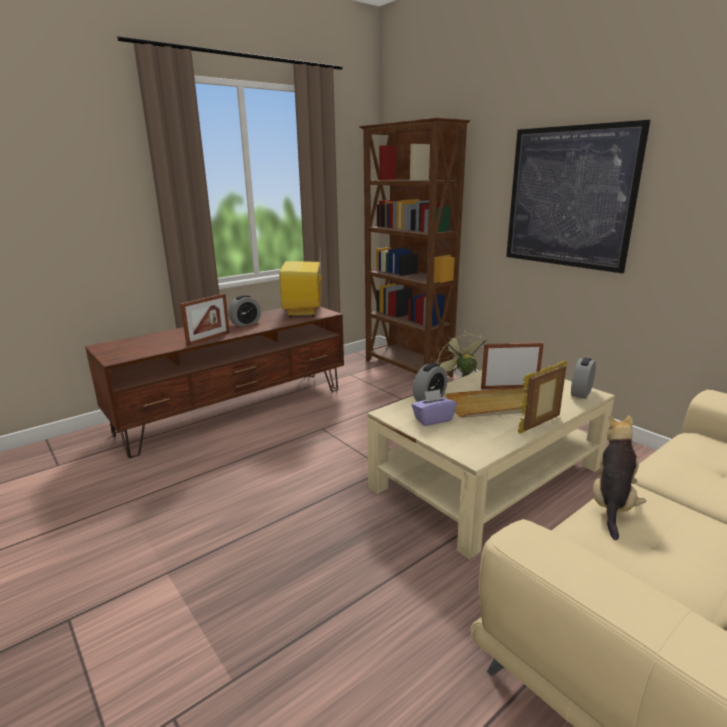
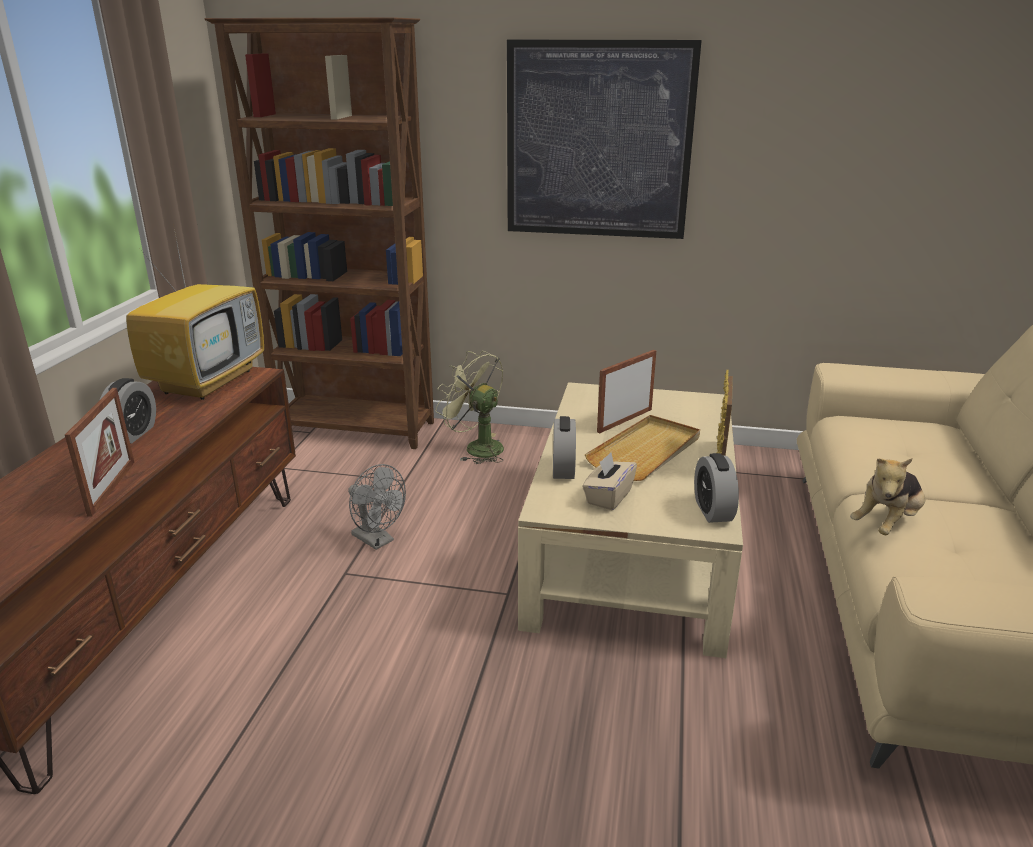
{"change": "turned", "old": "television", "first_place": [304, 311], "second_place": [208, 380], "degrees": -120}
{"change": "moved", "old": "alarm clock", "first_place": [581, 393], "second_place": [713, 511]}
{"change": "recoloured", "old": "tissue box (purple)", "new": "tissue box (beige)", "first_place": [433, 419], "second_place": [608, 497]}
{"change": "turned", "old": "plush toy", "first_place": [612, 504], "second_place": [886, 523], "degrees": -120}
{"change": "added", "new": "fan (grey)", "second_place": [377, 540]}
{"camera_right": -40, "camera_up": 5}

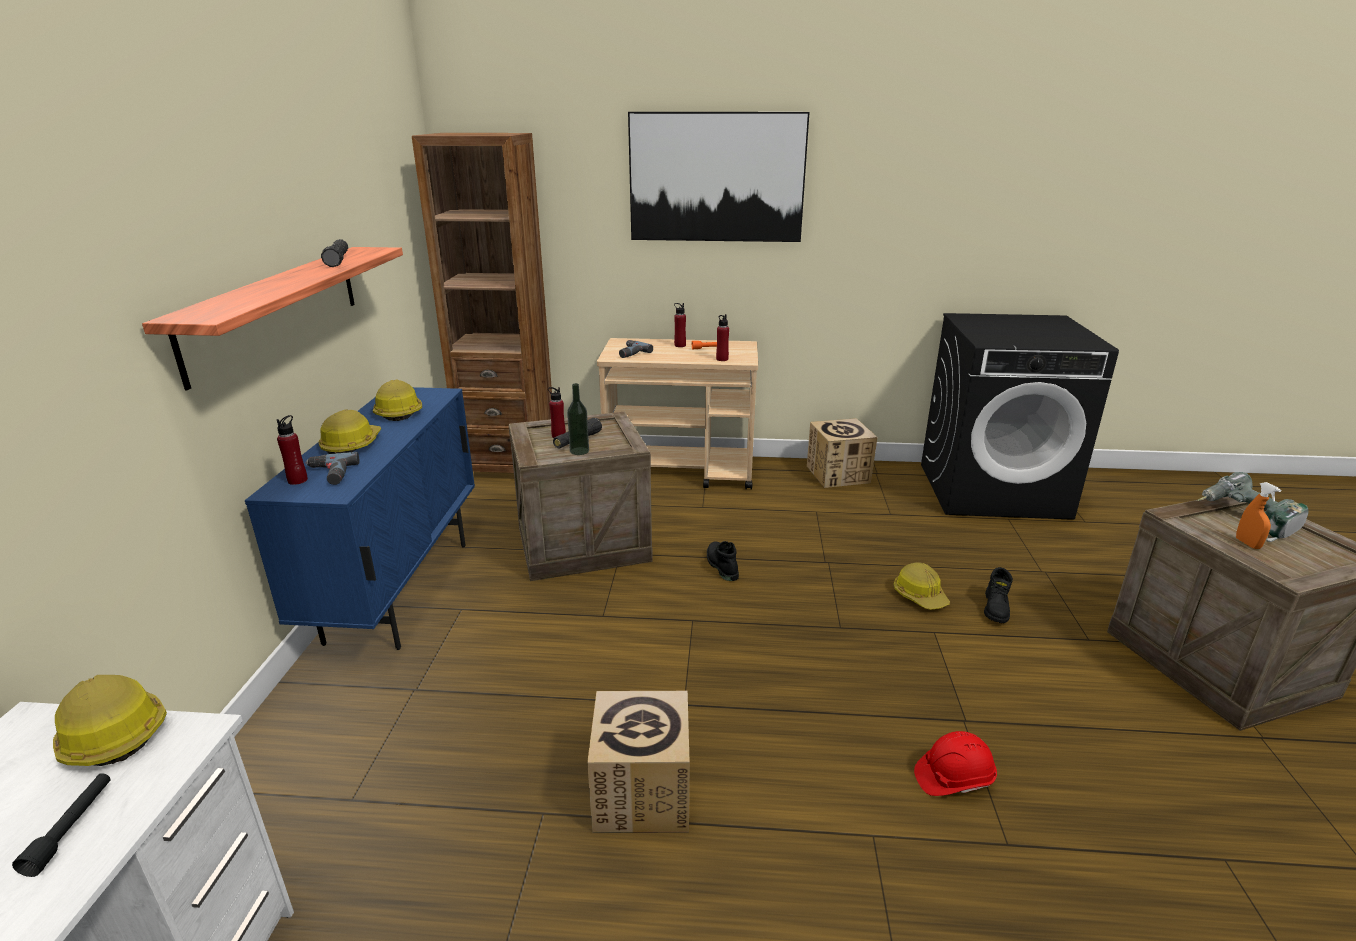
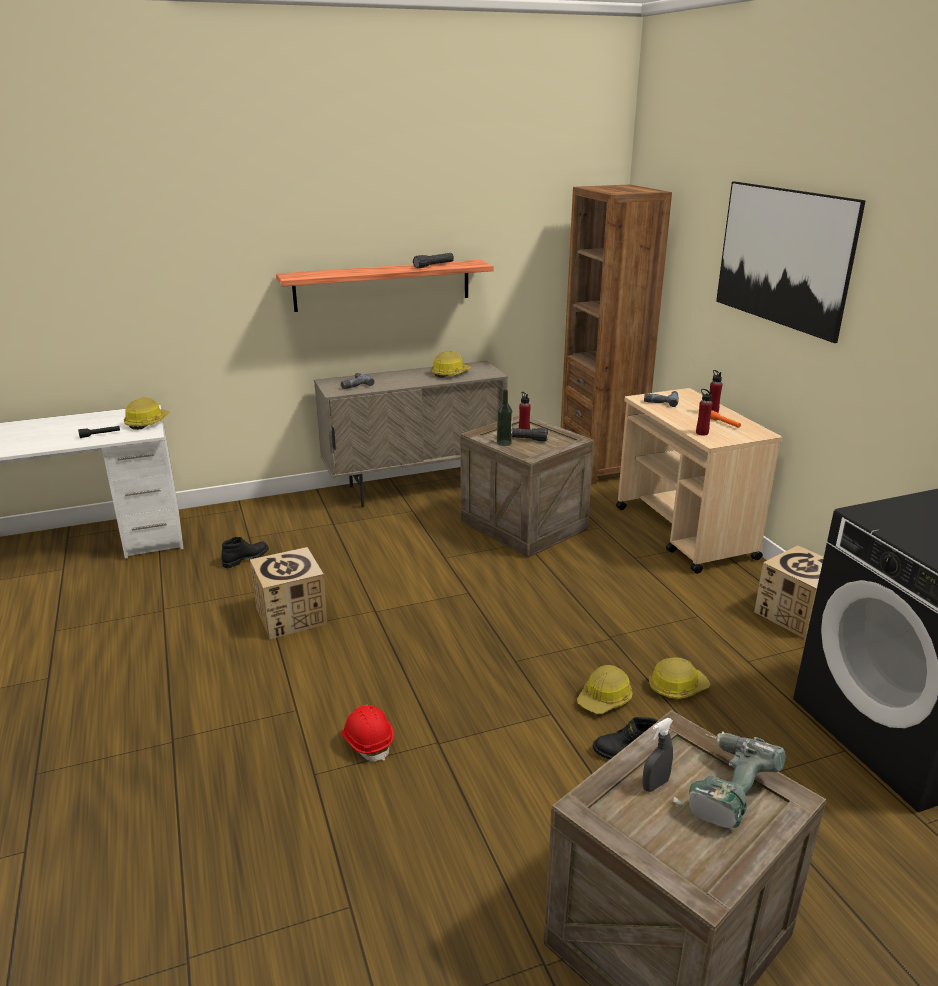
{"change": "recoloured", "old": "cabinet (blue)", "new": "cabinet (beige)", "first_place": [401, 590], "second_place": [415, 487]}
{"change": "moved", "old": "hard hat", "first_place": [351, 445], "second_place": [677, 687]}
{"change": "removed", "old": "bottle (red)", "first_place": [298, 480]}
{"change": "recoloured", "old": "spray bottle (orange)", "new": "spray bottle (grey)", "first_place": [1247, 543], "second_place": [655, 785]}
{"change": "moved", "old": "boot (black)", "first_place": [721, 566], "second_place": [245, 558]}
{"camera_right": 65, "camera_up": 0}

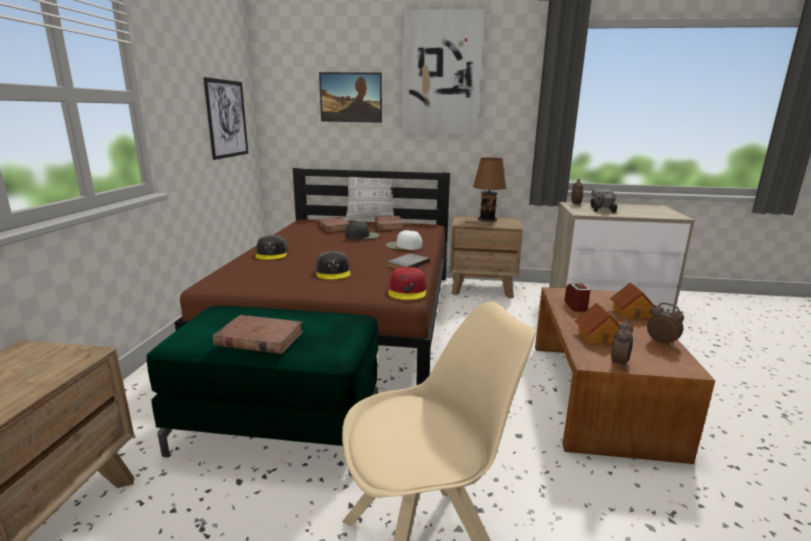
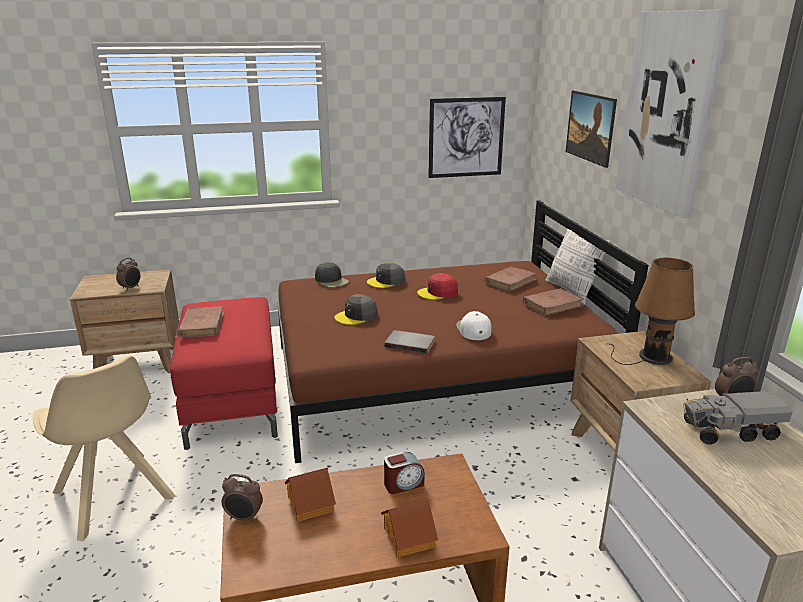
{"change": "moved", "old": "cap (black)", "first_place": [362, 236], "second_place": [331, 281]}
{"change": "moved", "old": "cap (red)", "first_place": [407, 291], "second_place": [438, 293]}
{"change": "moved", "old": "alarm clock", "first_place": [661, 342], "second_place": [131, 288]}
{"change": "recoloured", "old": "ottoman (green)", "new": "ottoman (red)", "first_place": [280, 428], "second_place": [233, 402]}
{"camera_right": 70, "camera_up": 5}

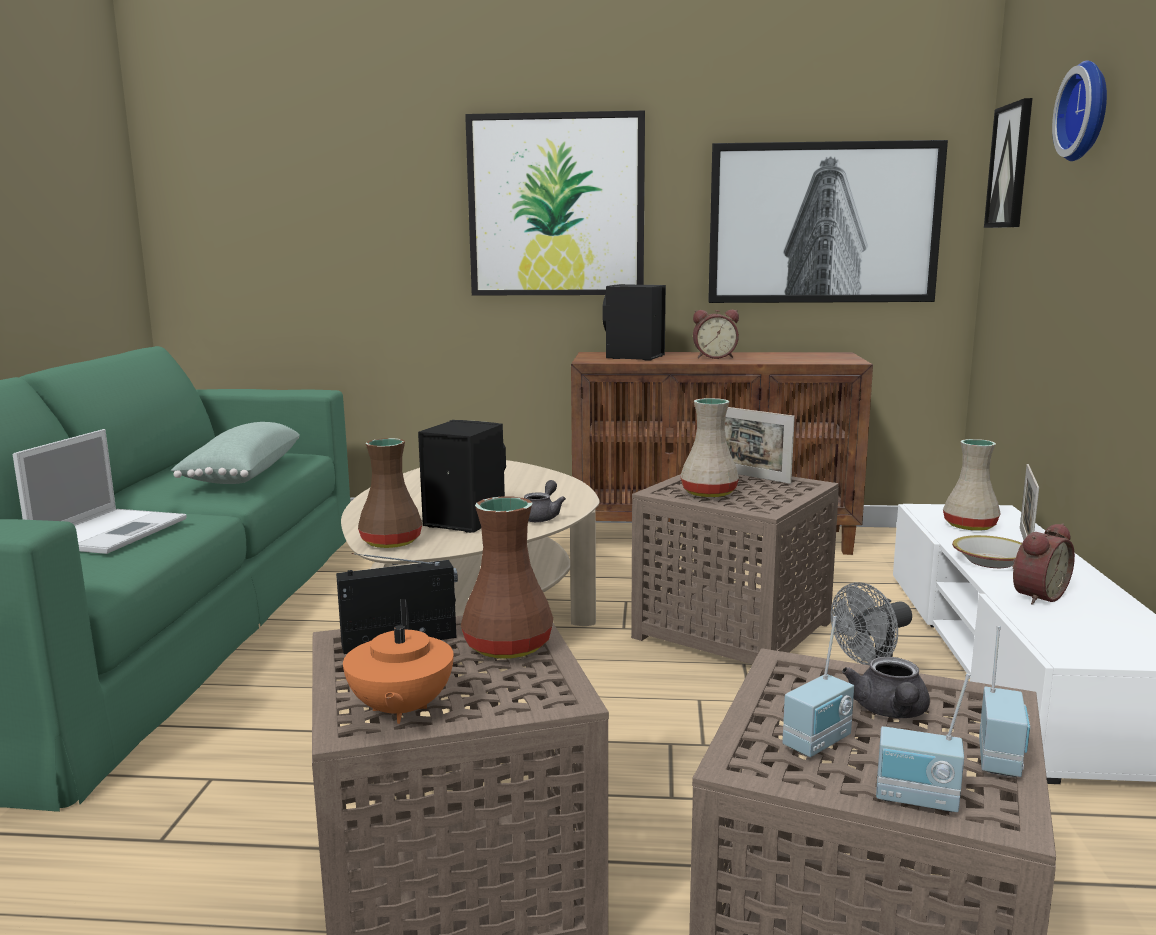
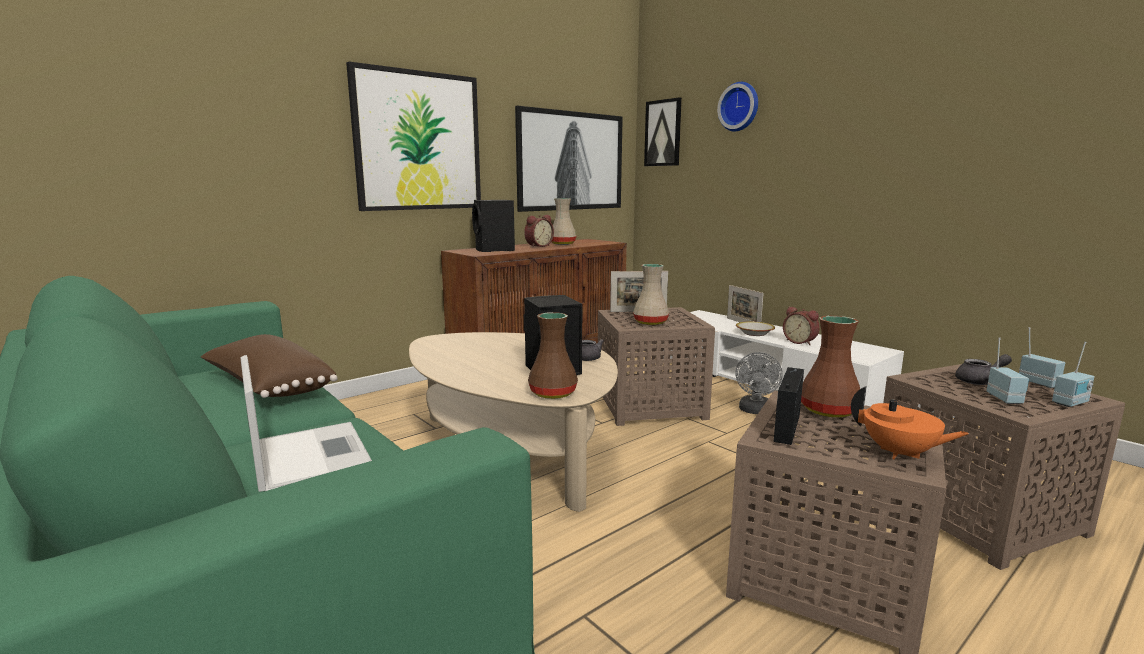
{"change": "recoloured", "old": "pillow (green)", "new": "pillow (brown)", "first_place": [241, 474], "second_place": [268, 387]}
{"change": "moved", "old": "vase (beige)", "first_place": [971, 526], "second_place": [563, 244]}
{"change": "turned", "old": "alarm clock", "first_place": [1036, 595], "second_place": [800, 342], "degrees": 135}
{"change": "turned", "old": "teapot (grey)", "first_place": [890, 712], "second_place": [981, 381], "degrees": -60}
{"camera_right": -45, "camera_up": 0}

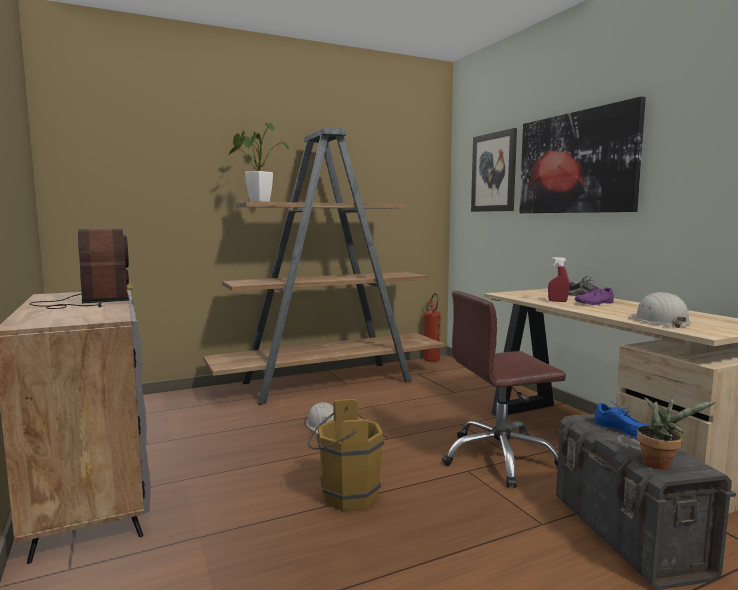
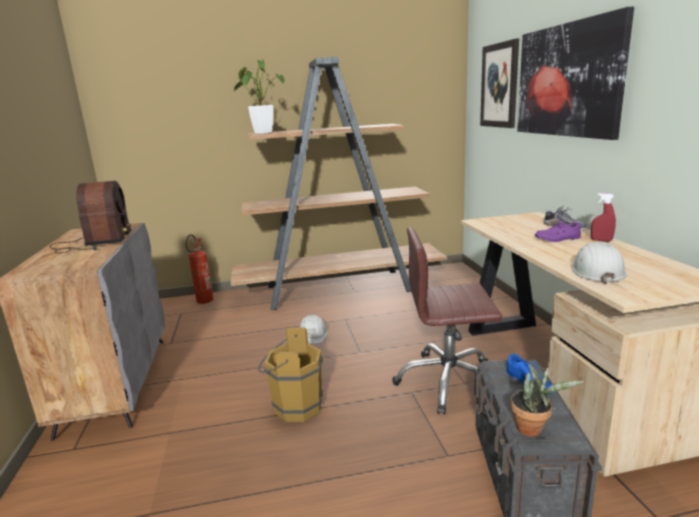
{"change": "moved", "old": "spray bottle (red)", "first_place": [557, 301], "second_place": [601, 240]}
{"change": "moved", "old": "fire extinguisher", "first_place": [432, 361], "second_place": [203, 302]}
{"camera_right": 15, "camera_up": 10}

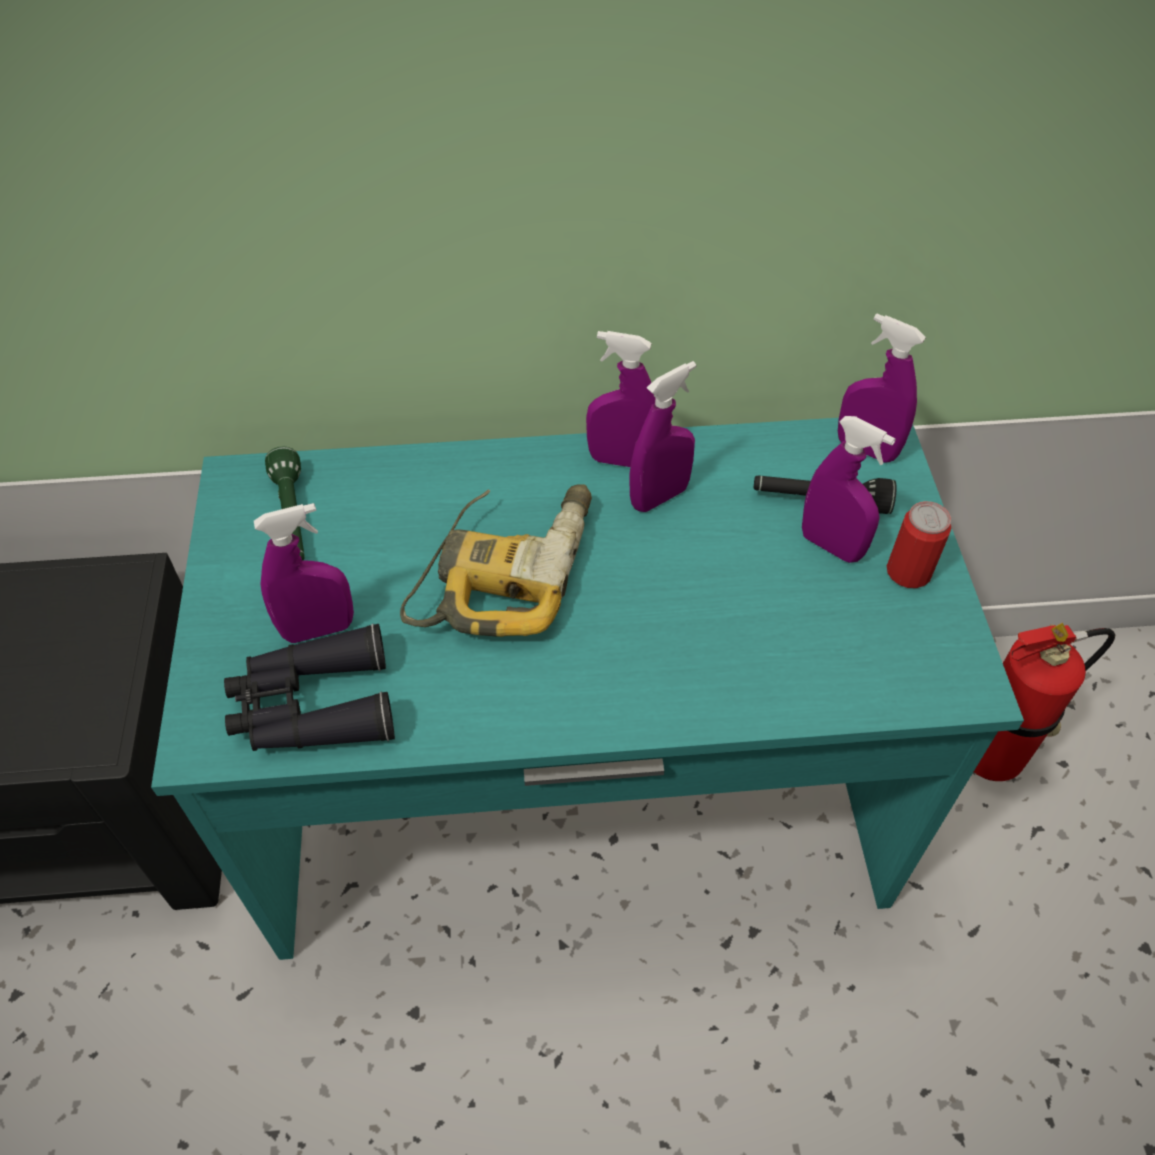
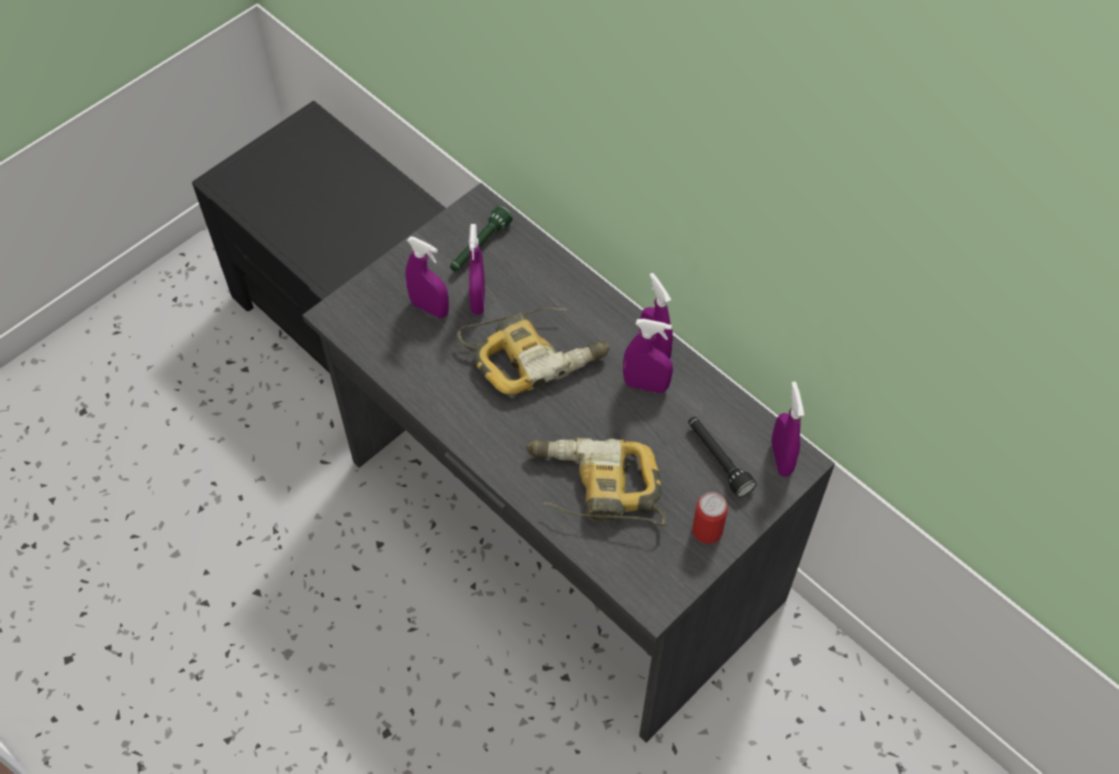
{"change": "moved", "old": "spray bottle (purple)", "first_place": [831, 546], "second_place": [478, 300]}
{"change": "recoloured", "old": "desk (turquoise)", "new": "desk (grey)", "first_place": [577, 805], "second_place": [559, 532]}
{"change": "removed", "old": "fire extinguisher", "first_place": [995, 756]}
{"change": "removed", "old": "binoculars (black)", "first_place": [312, 706]}
{"change": "added", "new": "power drill", "second_place": [594, 489]}
{"camera_right": 50, "camera_up": 5}

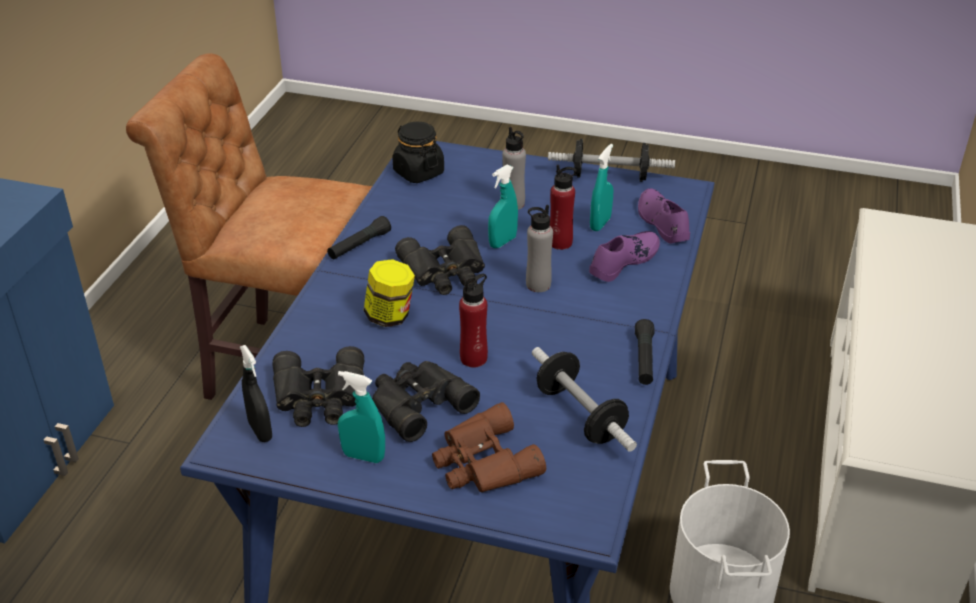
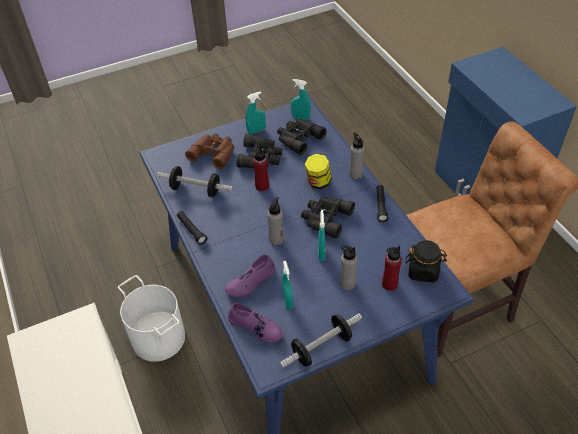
{"change": "moved", "old": "bottle (red)", "first_place": [560, 242], "second_place": [389, 284]}
{"change": "turned", "old": "shoe (purple)", "first_place": [623, 261], "second_place": [250, 282], "degrees": 45}
{"change": "recoloured", "old": "spray bottle (black)", "new": "spray bottle (turquoise)", "first_place": [260, 431], "second_place": [300, 117]}
{"change": "added", "new": "bottle (grey)", "second_place": [355, 174]}
{"camera_right": 140, "camera_up": 10}

